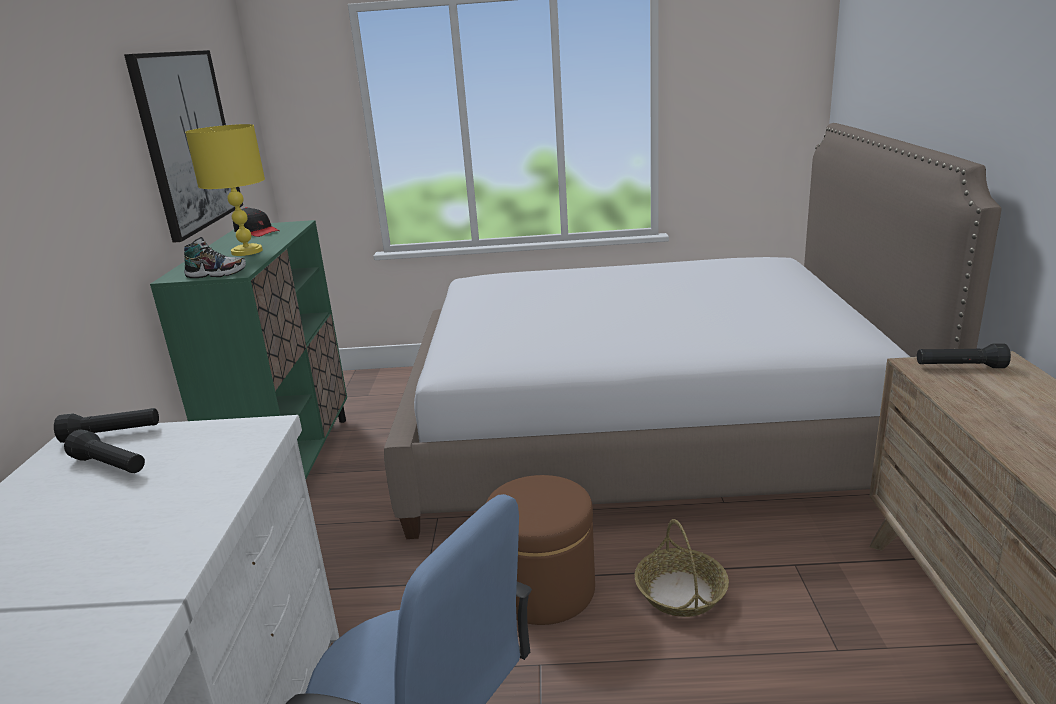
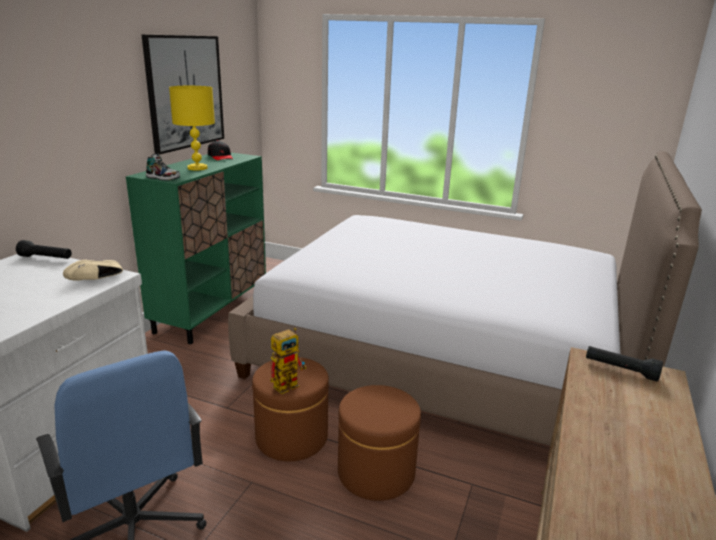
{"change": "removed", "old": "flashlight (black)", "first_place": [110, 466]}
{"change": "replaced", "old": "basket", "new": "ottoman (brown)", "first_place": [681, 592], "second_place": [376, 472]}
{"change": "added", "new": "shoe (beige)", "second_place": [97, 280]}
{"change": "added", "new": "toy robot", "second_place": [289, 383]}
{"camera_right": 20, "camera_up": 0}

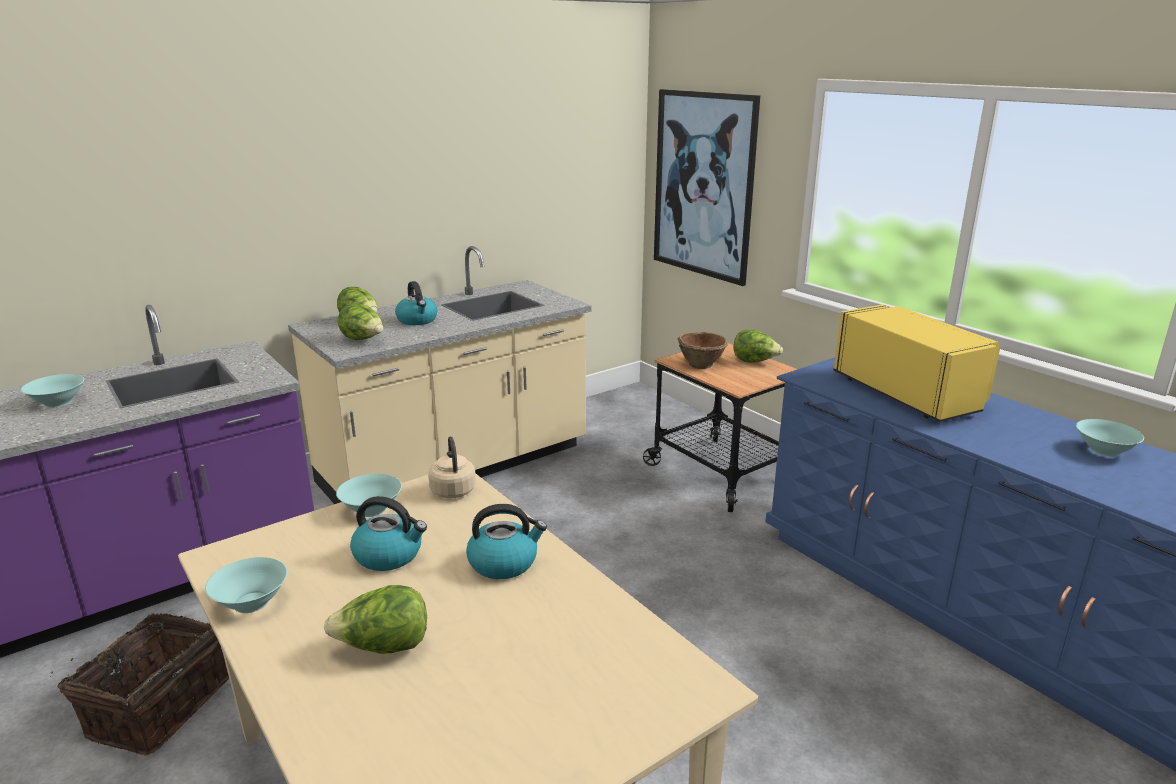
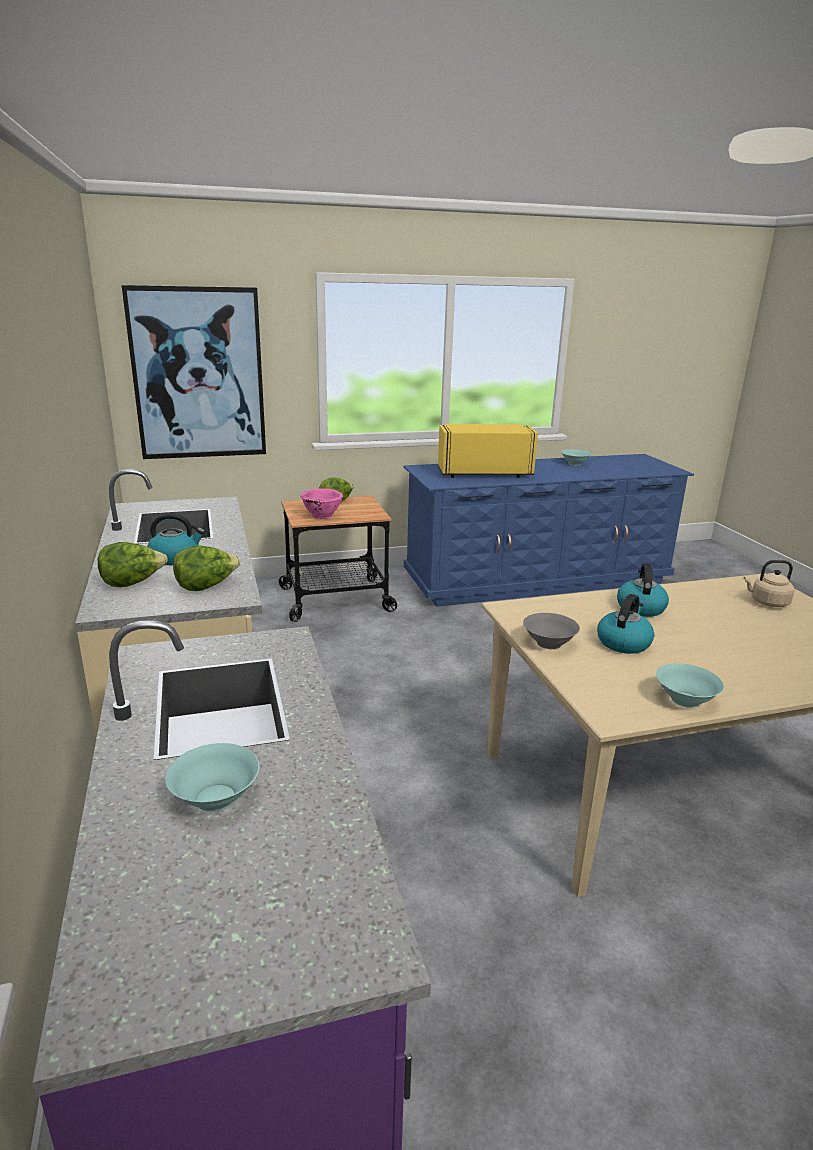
{"change": "recoloured", "old": "bowl (brown)", "new": "bowl (pink)", "first_place": [701, 364], "second_place": [322, 516]}
{"change": "moved", "old": "kettle (beige)", "first_place": [453, 489], "second_place": [767, 602]}
{"change": "recoloured", "old": "bowl (turquoise)", "new": "bowl (grey)", "first_place": [371, 510], "second_place": [549, 643]}
{"change": "removed", "old": "lettuce", "first_place": [383, 647]}
{"change": "removed", "old": "basket", "first_place": [155, 707]}
{"camera_right": -70, "camera_up": 0}

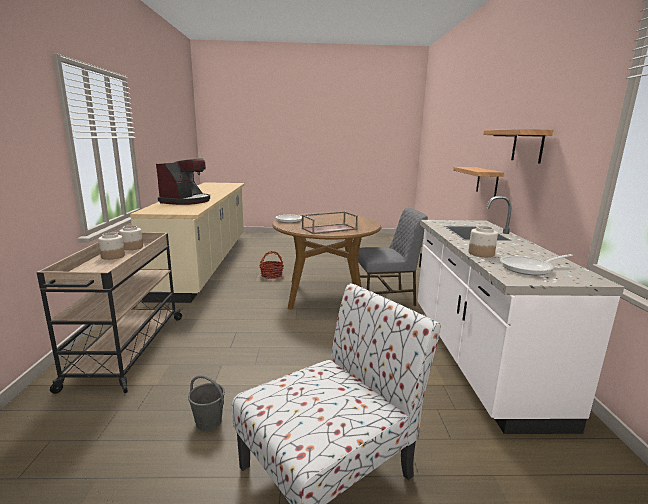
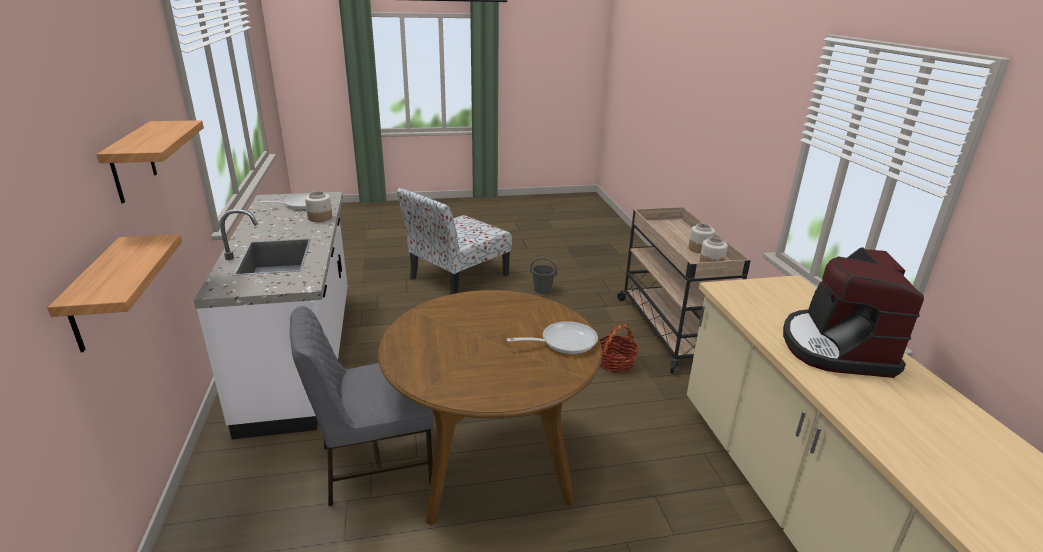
{"change": "removed", "old": "tray (brown)", "first_place": [329, 228]}
{"change": "moved", "old": "basket", "first_place": [271, 275], "second_place": [615, 363]}
{"camera_right": 170, "camera_up": 10}

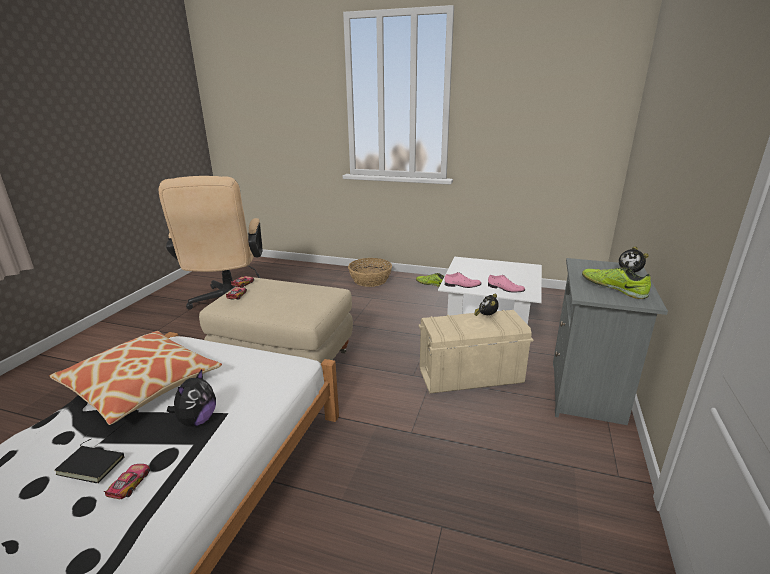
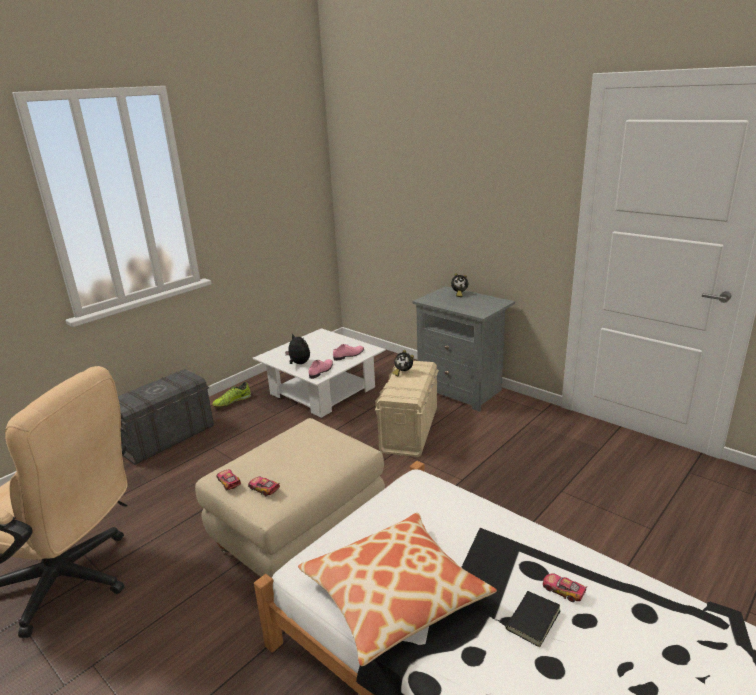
{"change": "replaced", "old": "basket", "new": "storage box (grey)", "first_place": [370, 280], "second_place": [166, 439]}
{"change": "removed", "old": "shoe", "first_place": [613, 288]}
{"change": "moved", "old": "plush toy", "first_place": [197, 420], "second_place": [299, 363]}
{"camera_right": -65, "camera_up": 0}

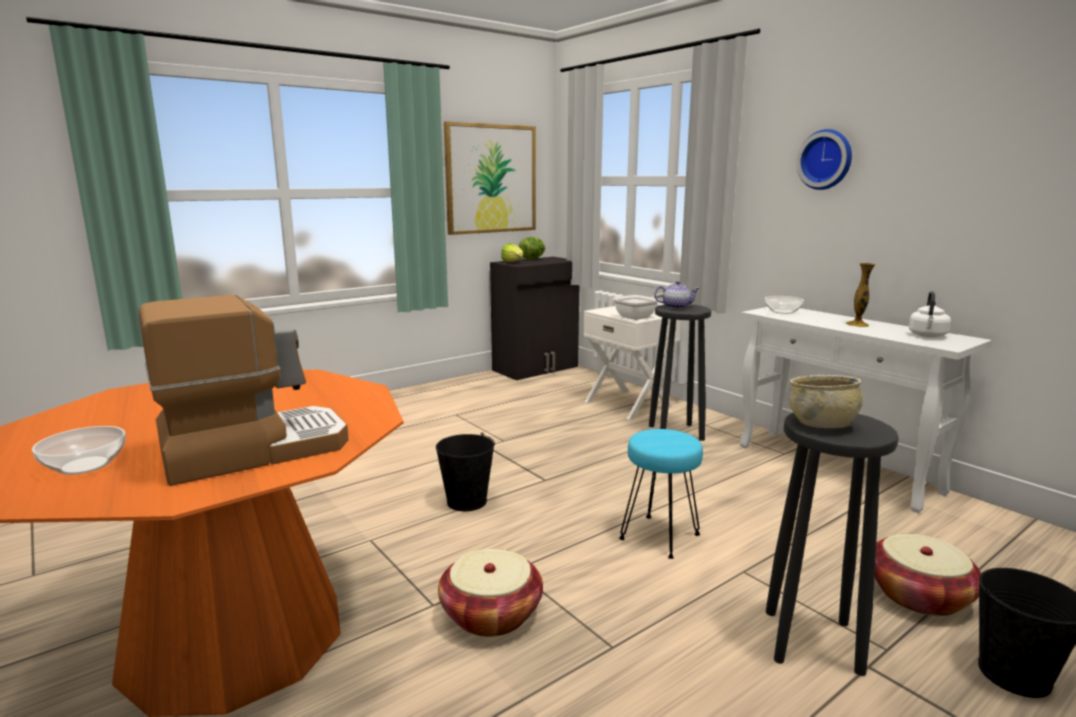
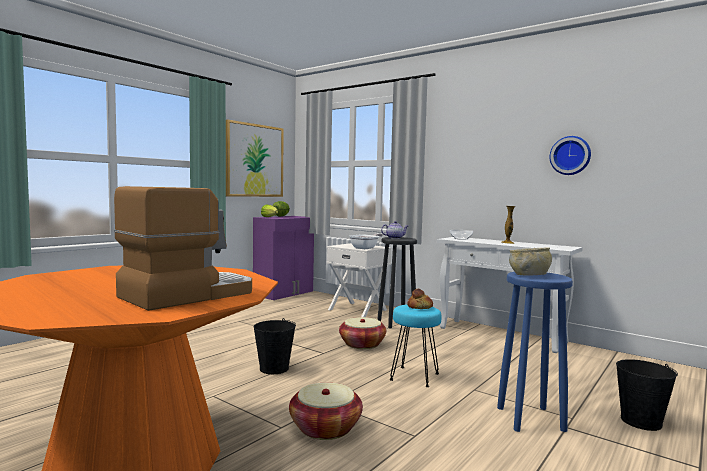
{"change": "moved", "old": "wall clock", "first_place": [826, 160], "second_place": [570, 155]}
{"change": "recoloured", "old": "cabinet (black)", "new": "cabinet (purple)", "first_place": [536, 368], "second_place": [284, 293]}
{"change": "removed", "old": "kettle (white)", "first_place": [927, 335]}
{"change": "recoloured", "old": "stool (black)", "new": "stool (blue)", "first_place": [812, 642], "second_place": [530, 419]}
{"change": "removed", "old": "bowl", "first_place": [83, 466]}
{"change": "moved", "old": "basket", "first_place": [919, 596], "second_place": [362, 344]}
{"change": "added", "new": "bread", "second_place": [420, 307]}
{"camera_right": -15, "camera_up": -10}

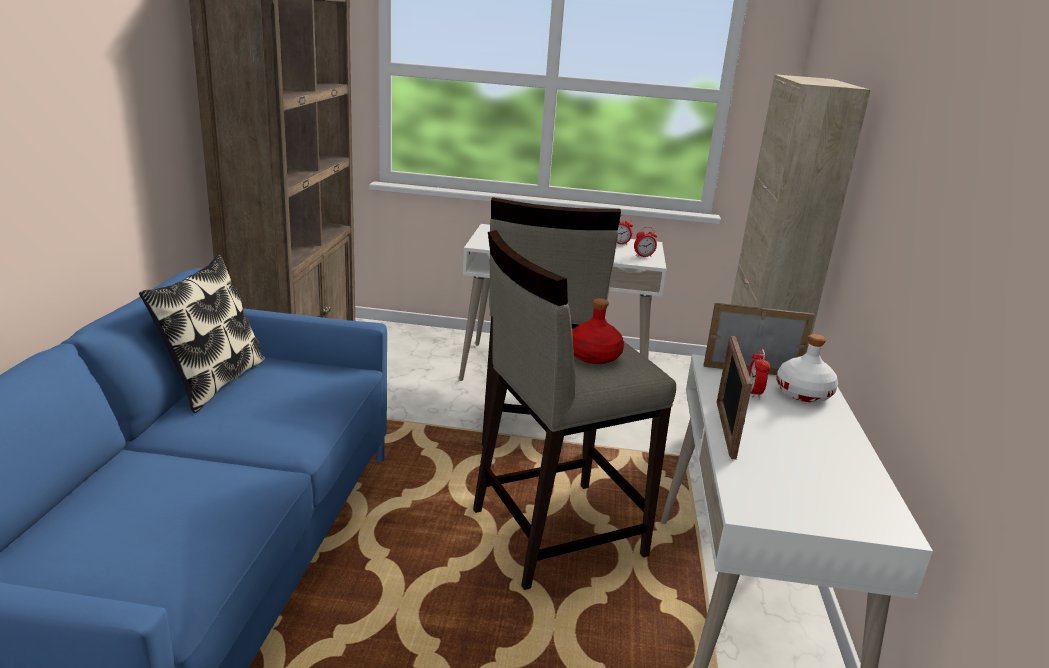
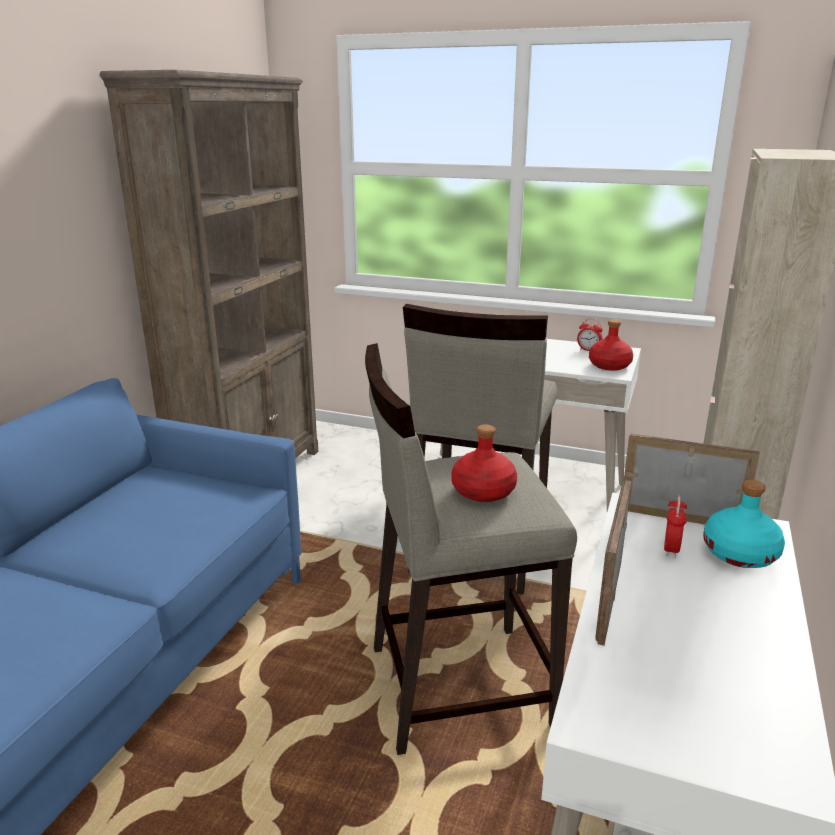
{"change": "replaced", "old": "alarm clock", "new": "bottle (red)", "first_place": [643, 256], "second_place": [610, 365]}
{"change": "removed", "old": "pillow", "first_place": [213, 382]}
{"change": "recoloured", "old": "bottle (white)", "new": "bottle (turquoise)", "first_place": [804, 393], "second_place": [740, 554]}
{"camera_right": 15, "camera_up": 0}

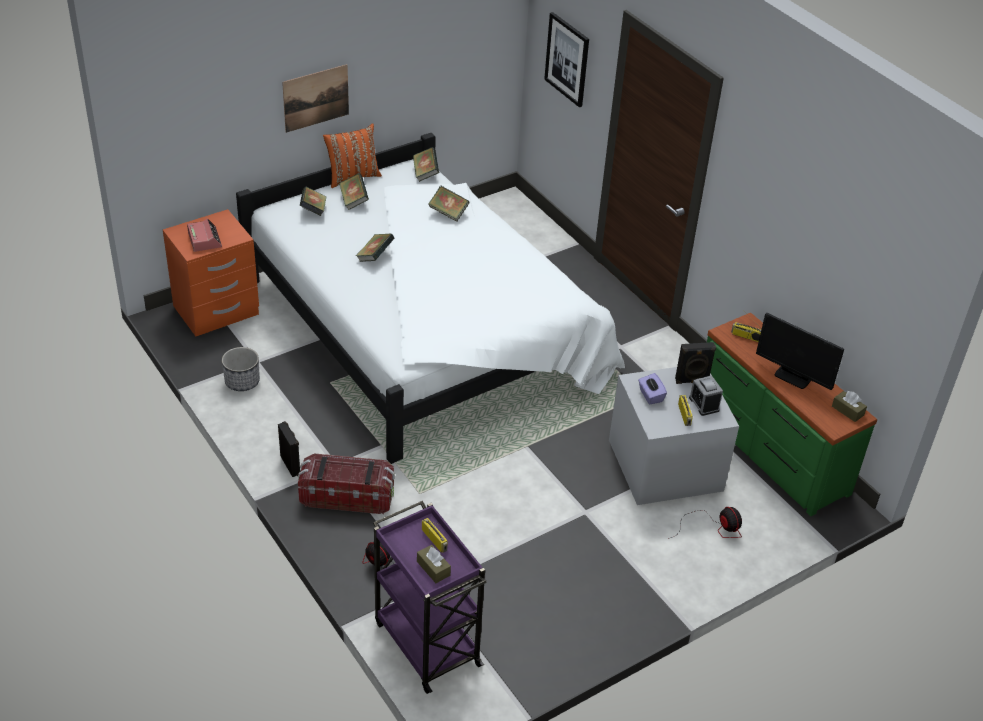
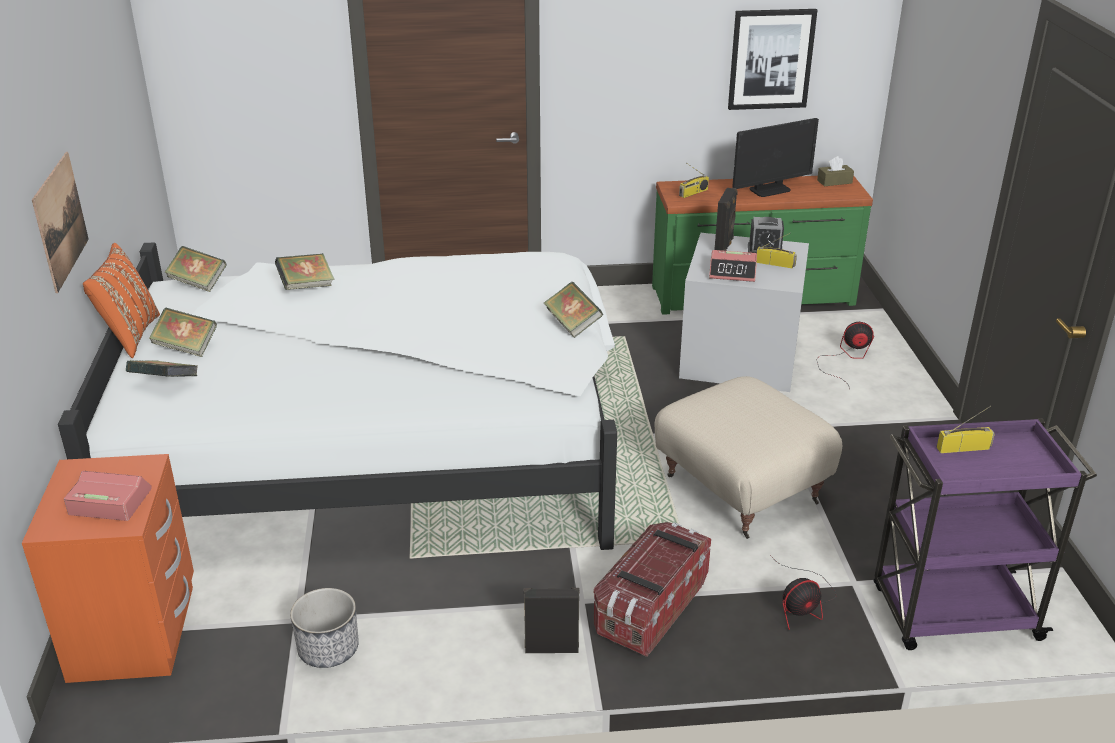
{"change": "moved", "old": "picture", "first_place": [567, 59], "second_place": [771, 59]}
{"change": "moved", "old": "book", "first_place": [375, 256], "second_place": [572, 324]}
{"change": "replaced", "old": "tissue box (purple)", "new": "alarm clock", "first_place": [650, 395], "second_place": [732, 272]}
{"change": "removed", "old": "tissue box (brown)", "first_place": [433, 568]}
{"change": "added", "new": "ottoman (beige)", "second_place": [740, 490]}
{"camera_right": -60, "camera_up": -10}

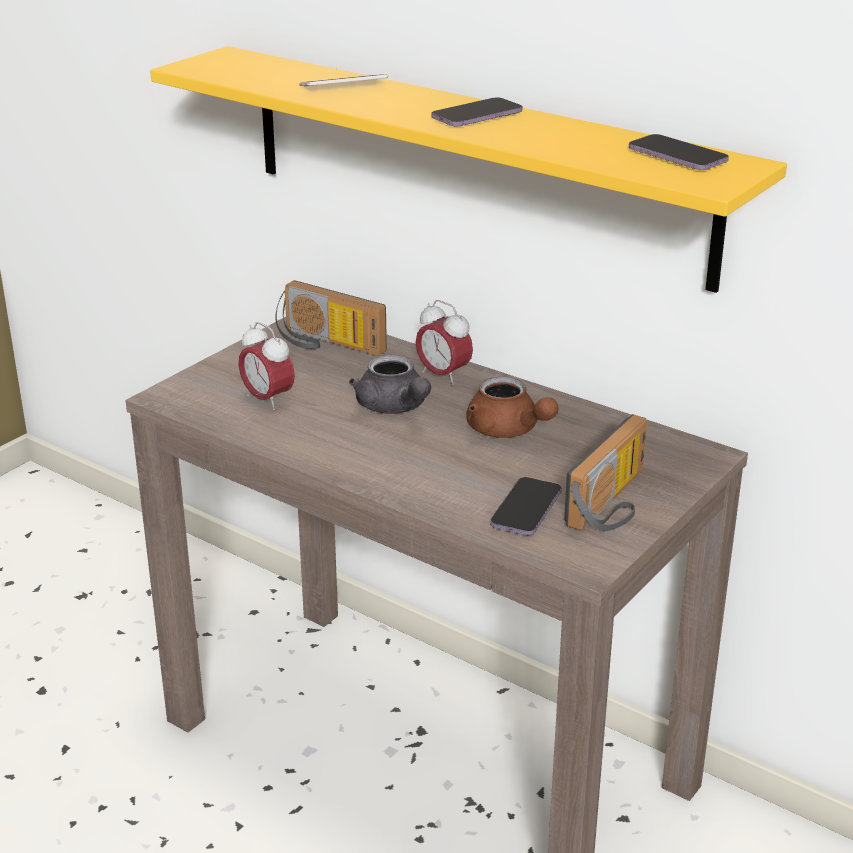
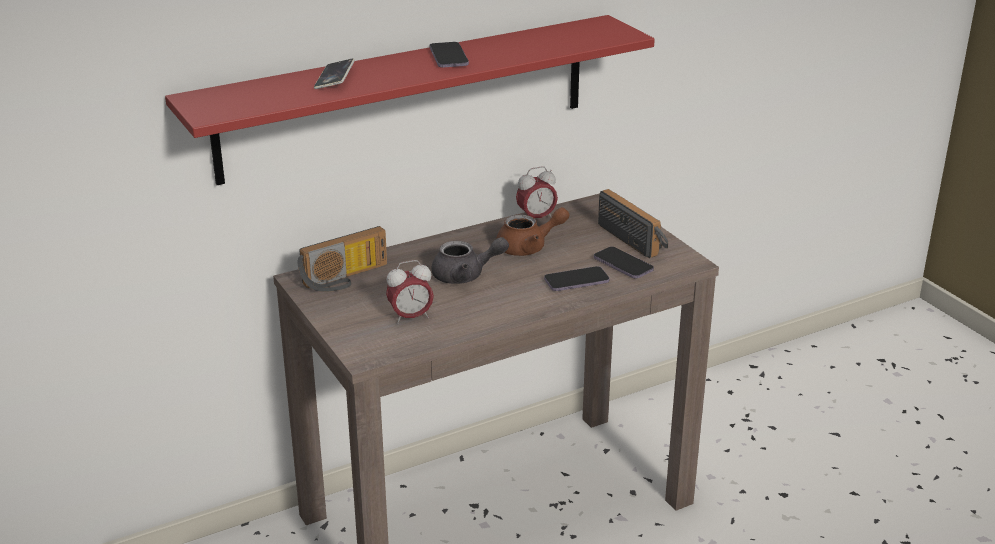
{"change": "recoloured", "old": "shelf (yellow)", "new": "shelf (red)", "first_place": [472, 162], "second_place": [406, 98]}
{"change": "moved", "old": "phone", "first_place": [677, 156], "second_place": [576, 281]}
{"change": "moved", "old": "alarm clock", "first_place": [443, 375], "second_place": [536, 218]}
{"camera_right": -65, "camera_up": 0}

